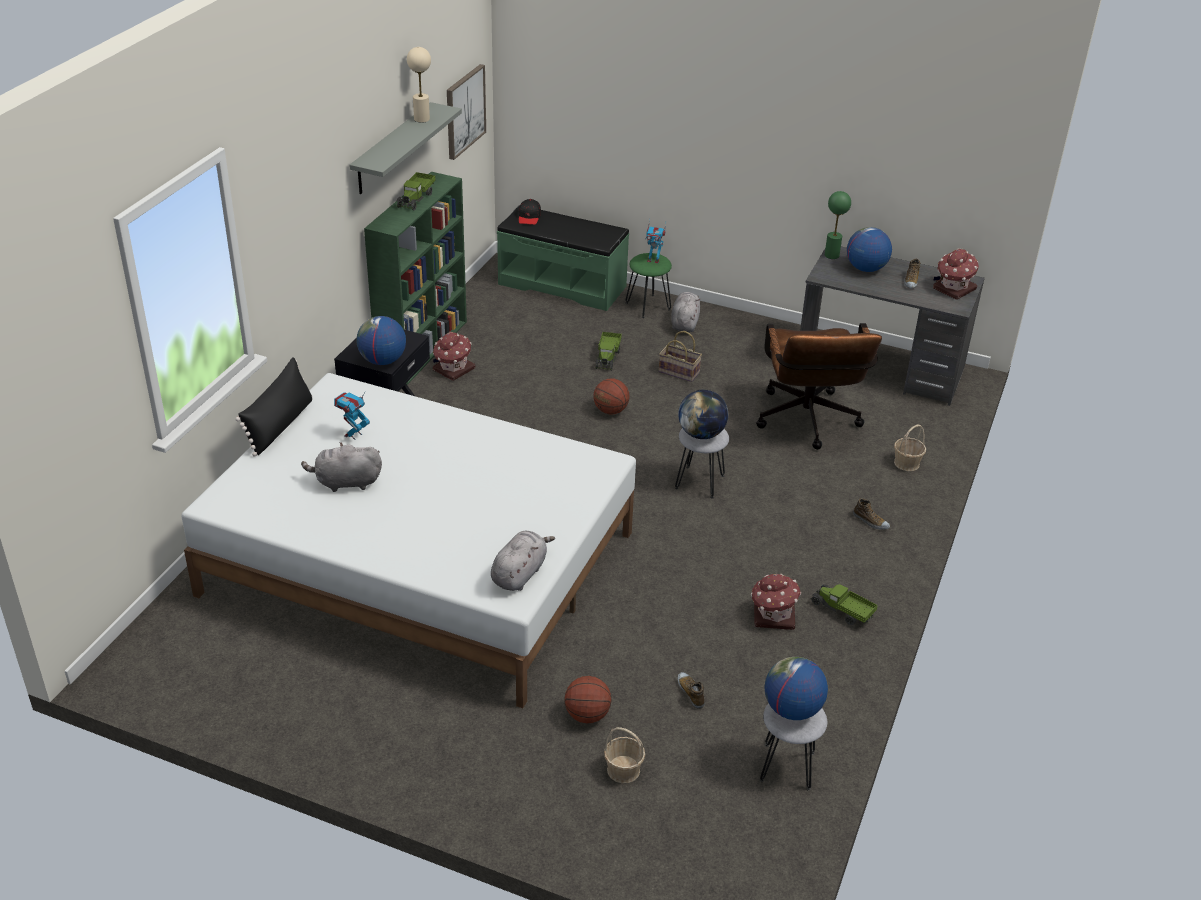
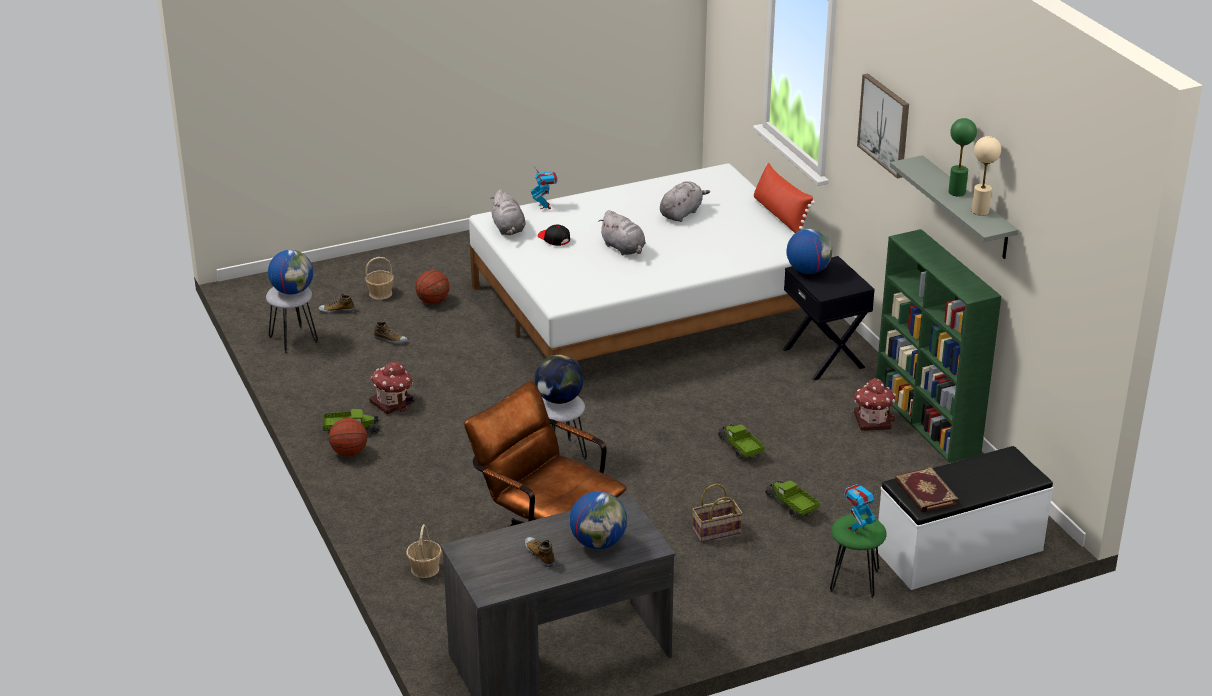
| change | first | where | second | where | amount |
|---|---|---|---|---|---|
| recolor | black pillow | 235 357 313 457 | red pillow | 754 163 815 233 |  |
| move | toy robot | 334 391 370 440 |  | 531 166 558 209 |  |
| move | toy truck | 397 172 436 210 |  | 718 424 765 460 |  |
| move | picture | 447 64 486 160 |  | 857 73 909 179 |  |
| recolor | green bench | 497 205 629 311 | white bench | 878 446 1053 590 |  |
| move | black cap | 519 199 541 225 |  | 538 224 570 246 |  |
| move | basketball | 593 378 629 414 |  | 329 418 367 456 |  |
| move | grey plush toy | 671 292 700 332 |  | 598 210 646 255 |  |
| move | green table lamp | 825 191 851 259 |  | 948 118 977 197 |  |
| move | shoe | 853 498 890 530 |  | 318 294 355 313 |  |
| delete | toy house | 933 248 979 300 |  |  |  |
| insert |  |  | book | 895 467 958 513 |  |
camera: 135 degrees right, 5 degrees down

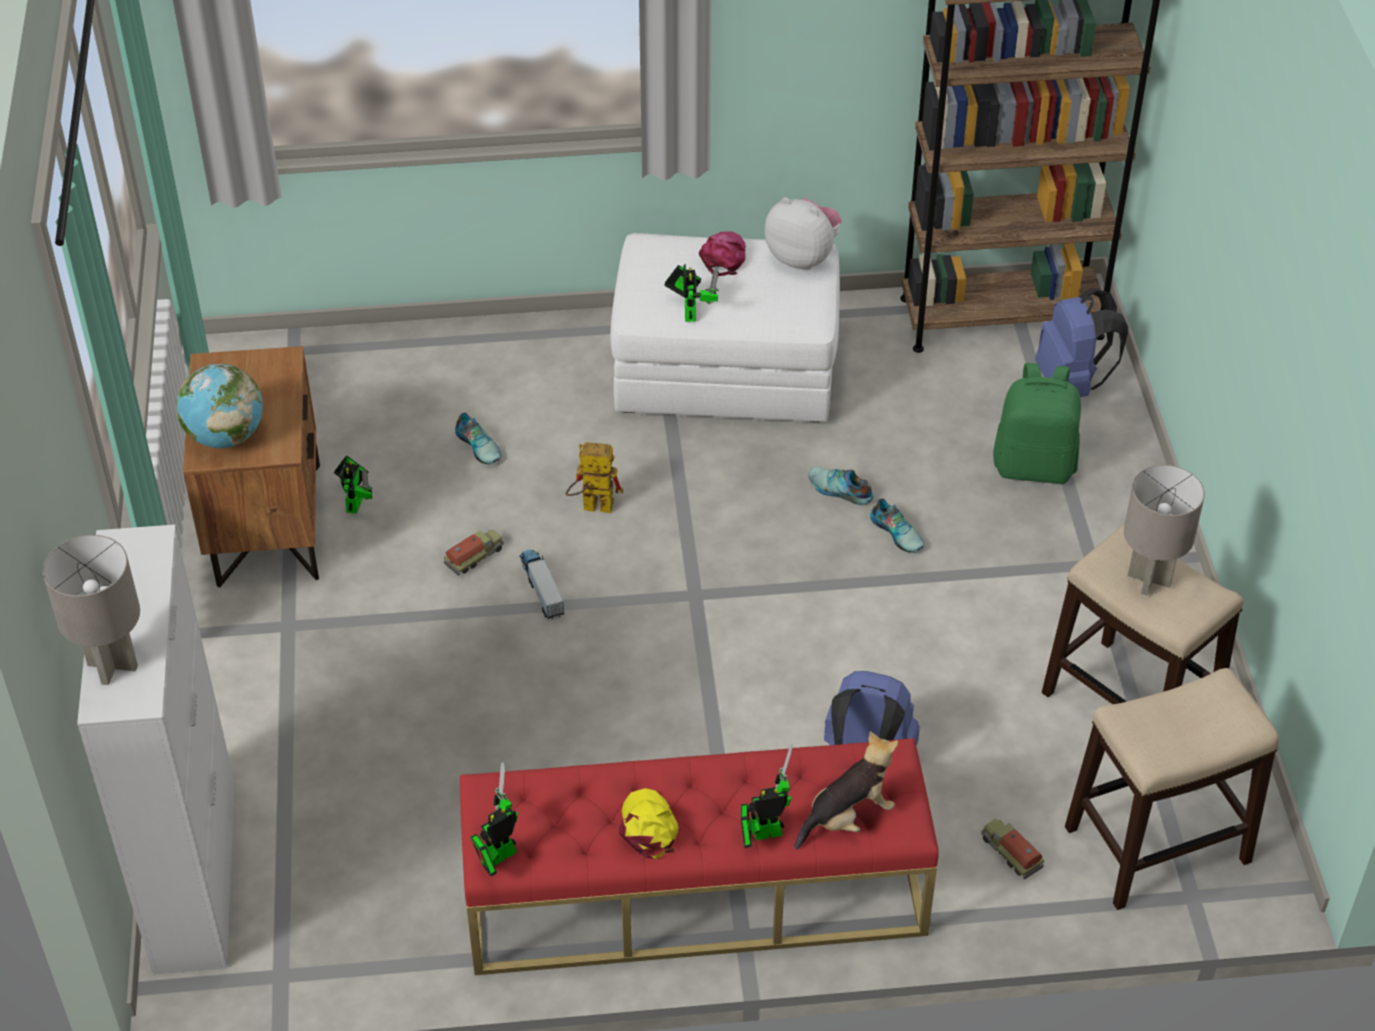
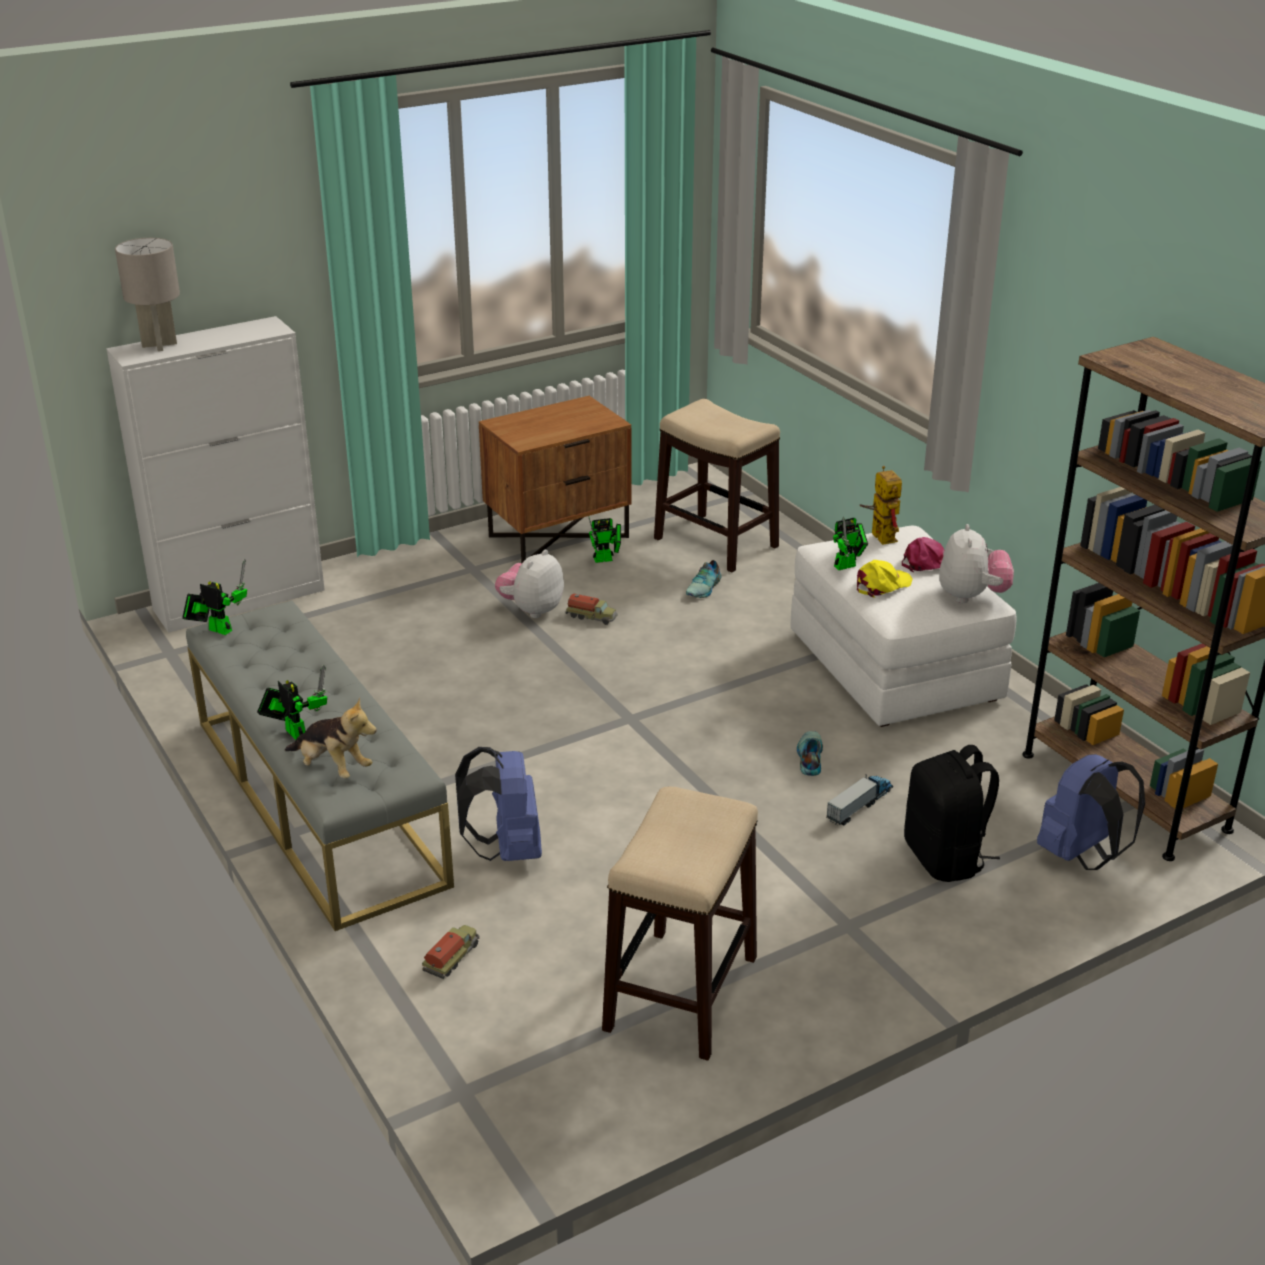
| change | first | where | second | where | amount |
|---|---|---|---|---|---|
| delete | globe | 177 364 263 448 |  |  |  |
| recolor | red bench | 460 738 939 975 | grey bench | 186 600 454 931 |  |
| move | toy truck | 520 549 564 620 |  | 827 774 893 825 |  |
| move | toy robot | 565 442 623 513 |  | 860 466 902 545 |  |
| move | yellow cap | 619 788 679 859 |  | 857 560 913 598 |  |
| delete | shoe | 870 498 924 552 |  |  |  |
| recolor | green backpack | 993 363 1081 484 | black backpack | 904 745 1000 882 |  |
| move | stool | 1065 668 1279 910 |  | 654 399 780 573 |  |
| delete | grey table lamp | 1124 465 1205 596 |  |  |  |
| insert |  |  | plush toy | 495 550 564 618 |  |
camera: 65 degrees right, 15 degrees down

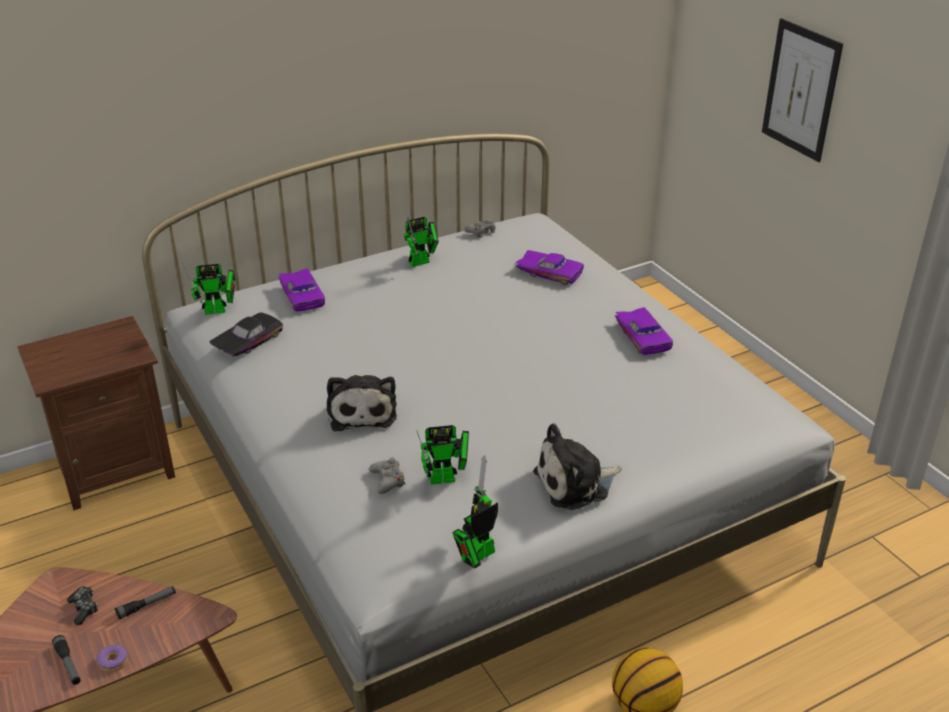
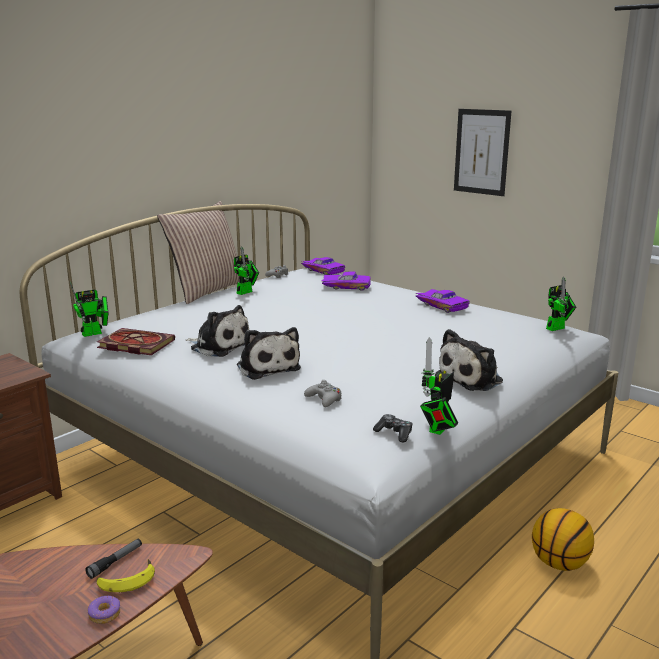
| change | first | where | second | where | amount |
|---|---|---|---|---|---|
| delete | flashlight | 52 635 81 685 |  |  |  |
| move | game controller | 67 586 98 625 |  | 373 414 413 443 |  |
| replace | black toy car | 209 313 283 356 | book | 97 328 175 355 |  |
| move | purple toy car | 278 268 325 311 |  | 301 257 345 275 |  |
| move | toy robot | 417 425 469 485 |  | 546 277 576 331 |  |
| insert |  |  | banana | 97 559 155 592 |  |
| insert |  |  | pillow | 157 201 240 304 |  |
| insert |  |  | plush toy | 186 305 249 357 |  |
camera: 20 degrees left, 15 degrees down

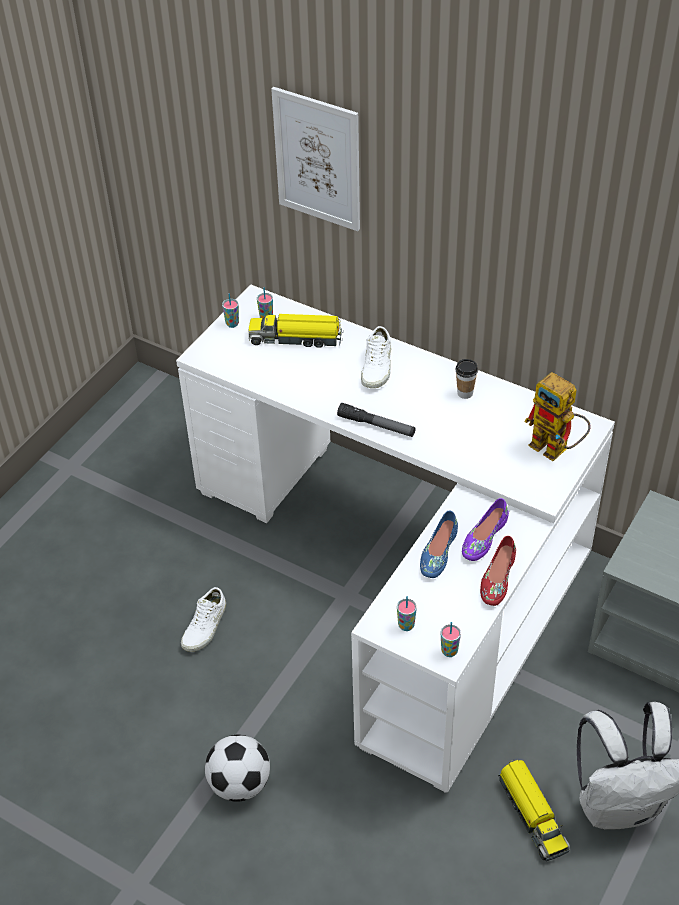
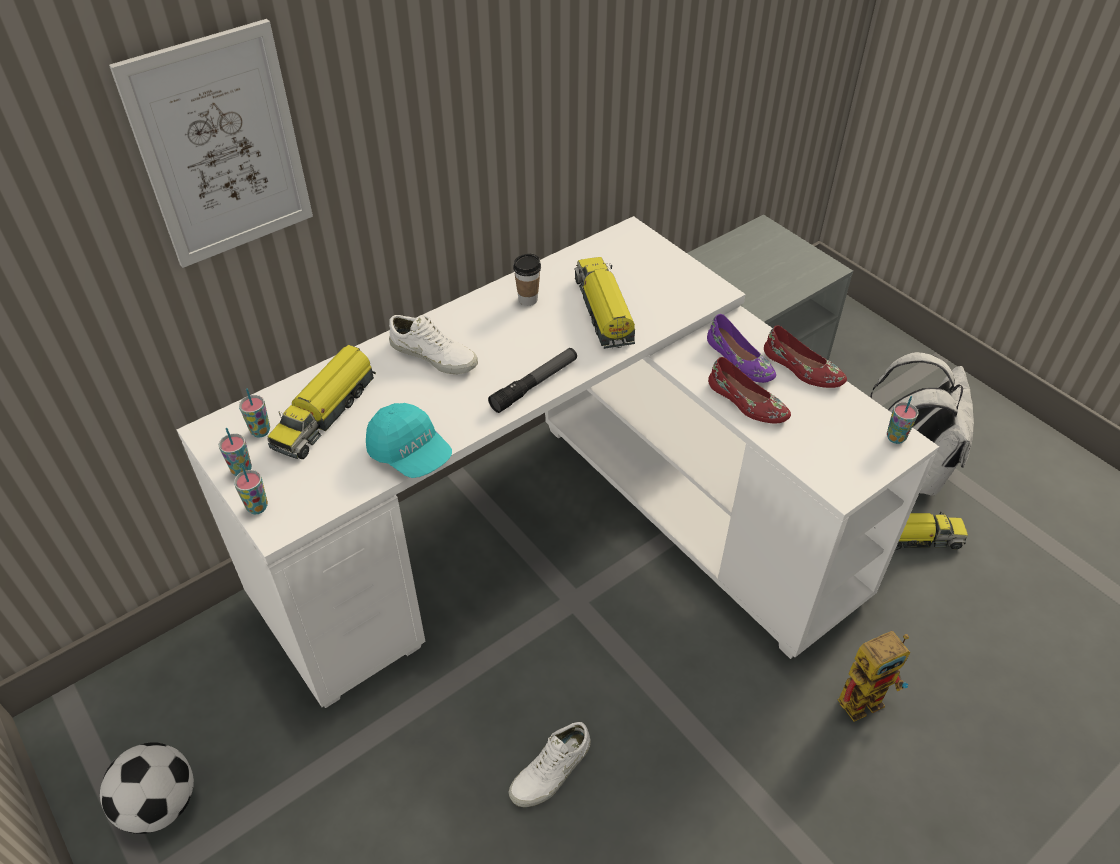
| change | first | where | second | where | amount |
|---|---|---|---|---|---|
| rotate | white shoe | 181 587 226 652 |  | 509 722 591 807 | 90 degrees clockwise |
| move | football | 205 735 270 802 |  | 100 742 194 834 |  |
| move | cup | 397 596 417 631 |  | 234 465 268 514 |  |
| recolor | blue shoe | 420 511 458 578 | red shoe | 708 357 791 423 |  |
| move | toy robot | 524 372 591 461 |  | 838 631 910 722 |  |
| insert |  |  | turquoise cap | 366 403 452 478 |  |
| insert |  |  | toy truck | 574 257 635 349 |  |
camera: 70 degrees left, 0 degrees up

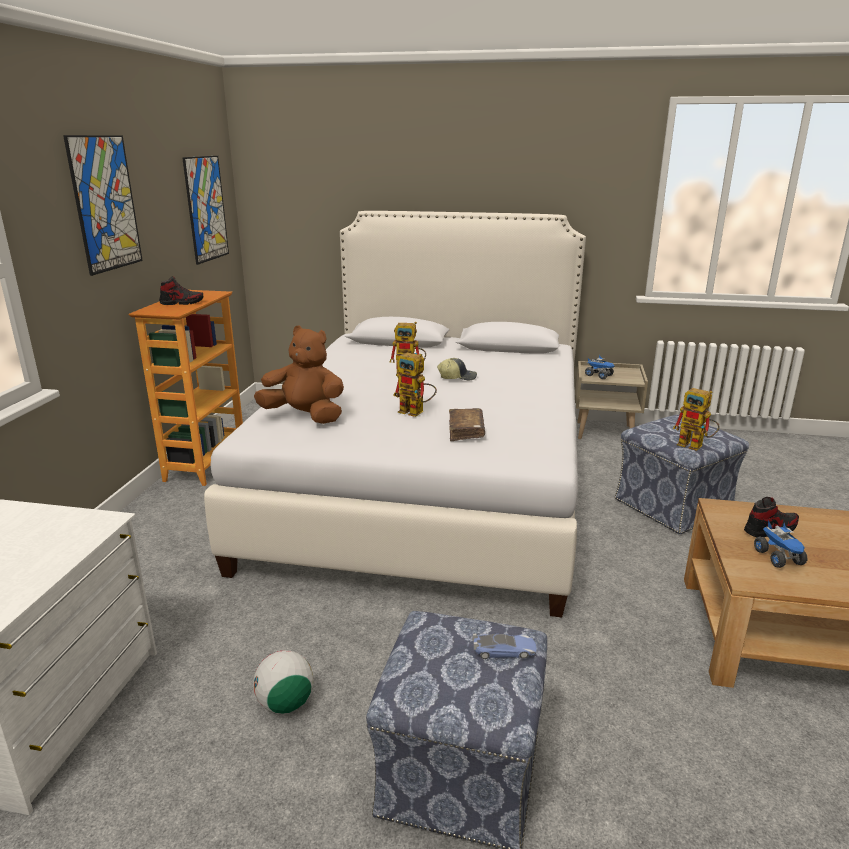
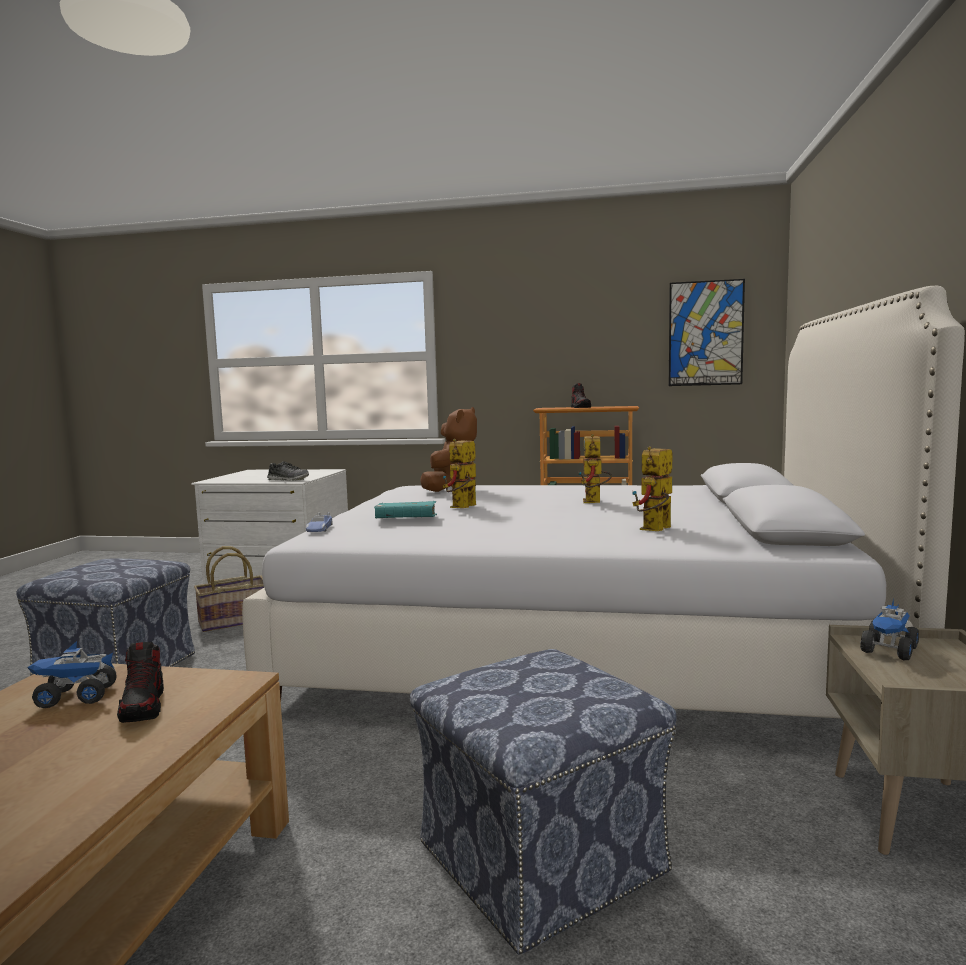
| change | first | where | second | where | amount |
|---|---|---|---|---|---|
| delete | picture | 63 135 143 276 |  |  |  |
| replace | football | 253 650 314 714 | basket | 194 546 264 632 |  |
| delete | cap | 437 358 477 380 |  |  |  |
| recolor | brown book | 449 408 485 441 | turquoise book | 374 501 437 518 |  |
| move | toy car | 472 634 537 659 |  | 306 512 333 532 |  |
| move | toy robot | 673 388 720 451 |  | 632 446 672 531 |  |
| insert |  |  | shoe | 267 461 309 481 |  |
camera: 90 degrees right, 15 degrees down

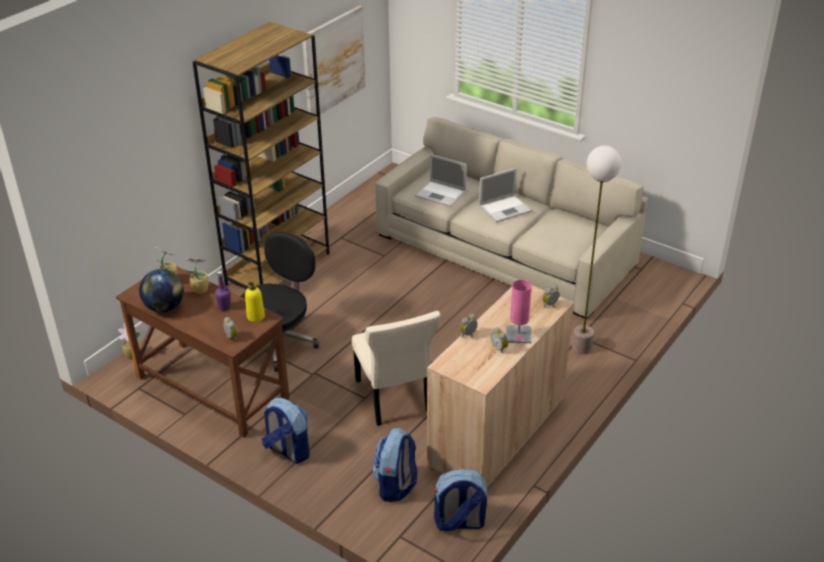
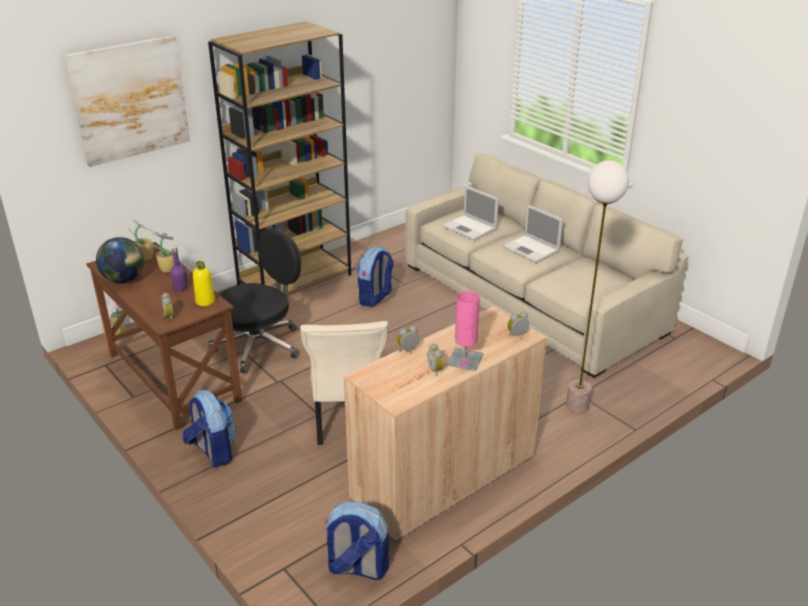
| change | first | where | second | where | amount |
|---|---|---|---|---|---|
| move | picture | 303 5 366 115 |  | 65 35 190 167 |  |
| move | backpack | 372 428 417 502 |  | 356 247 394 307 |  |
| rotate | laptop | 479 168 532 222 |  | 502 205 563 263 | 60 degrees clockwise |
camera: 15 degrees right, 5 degrees down

